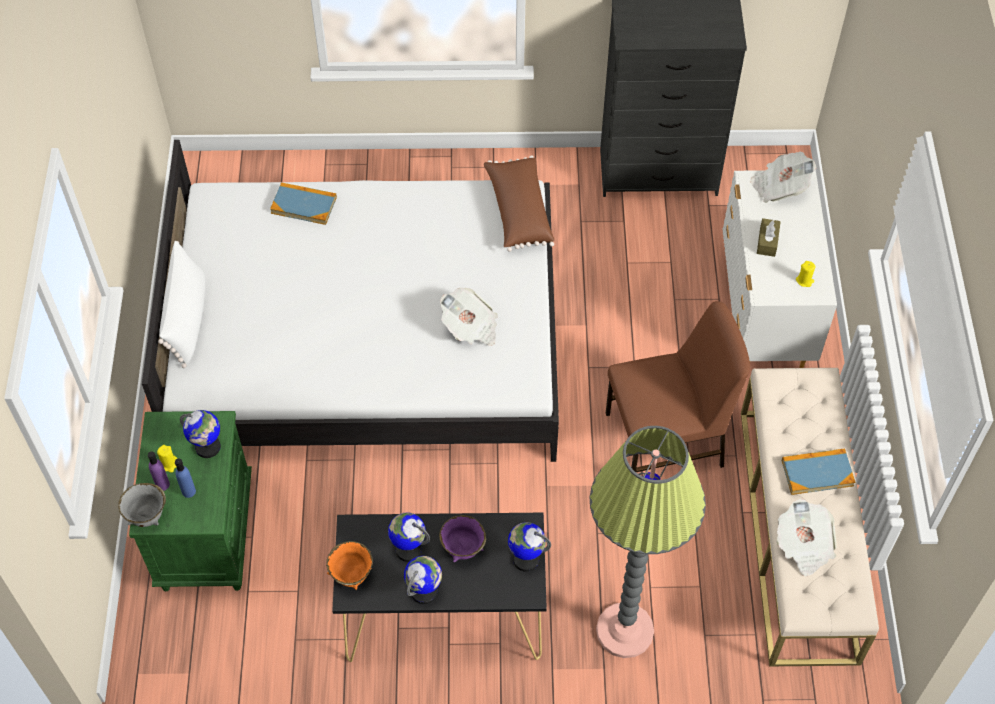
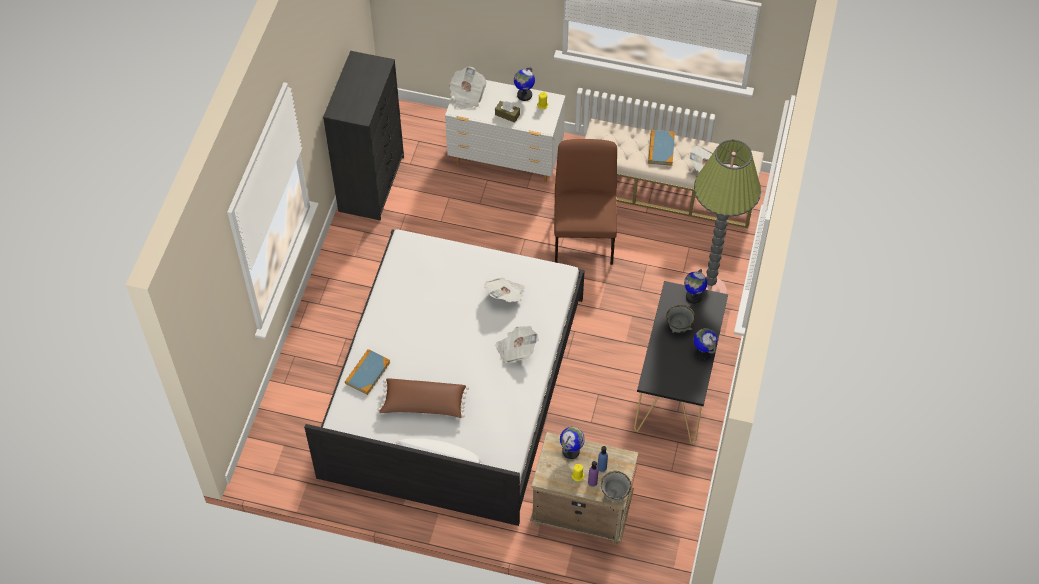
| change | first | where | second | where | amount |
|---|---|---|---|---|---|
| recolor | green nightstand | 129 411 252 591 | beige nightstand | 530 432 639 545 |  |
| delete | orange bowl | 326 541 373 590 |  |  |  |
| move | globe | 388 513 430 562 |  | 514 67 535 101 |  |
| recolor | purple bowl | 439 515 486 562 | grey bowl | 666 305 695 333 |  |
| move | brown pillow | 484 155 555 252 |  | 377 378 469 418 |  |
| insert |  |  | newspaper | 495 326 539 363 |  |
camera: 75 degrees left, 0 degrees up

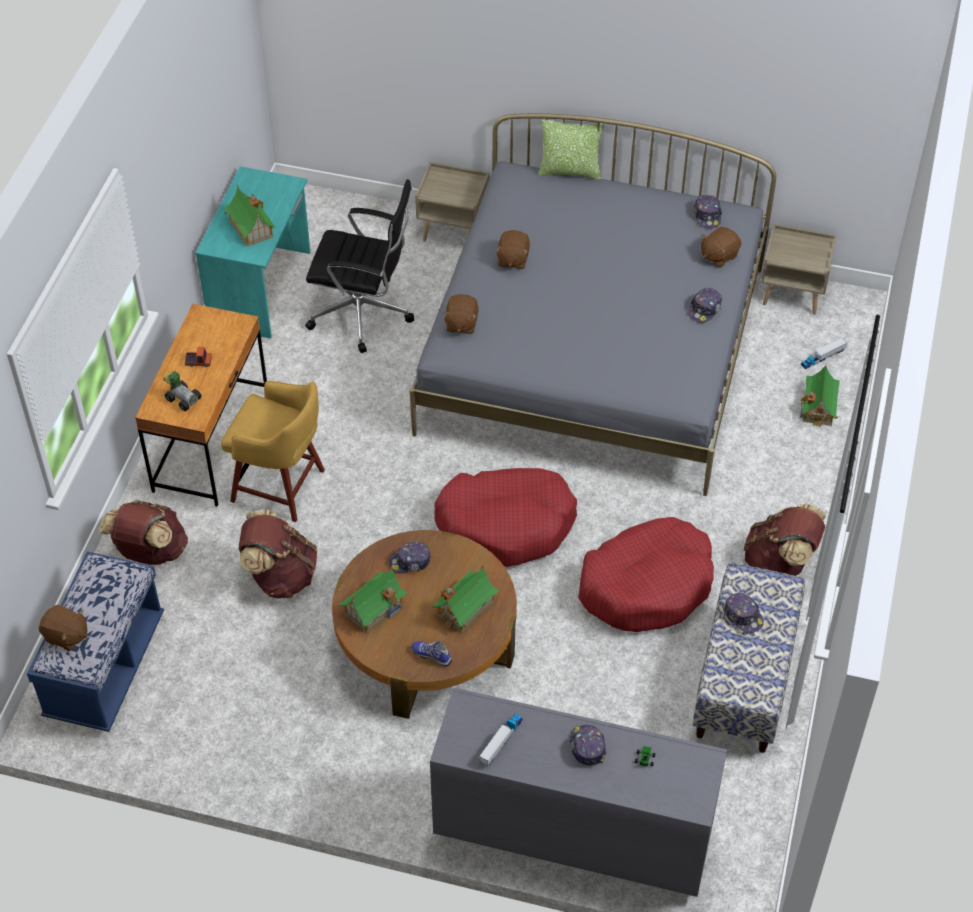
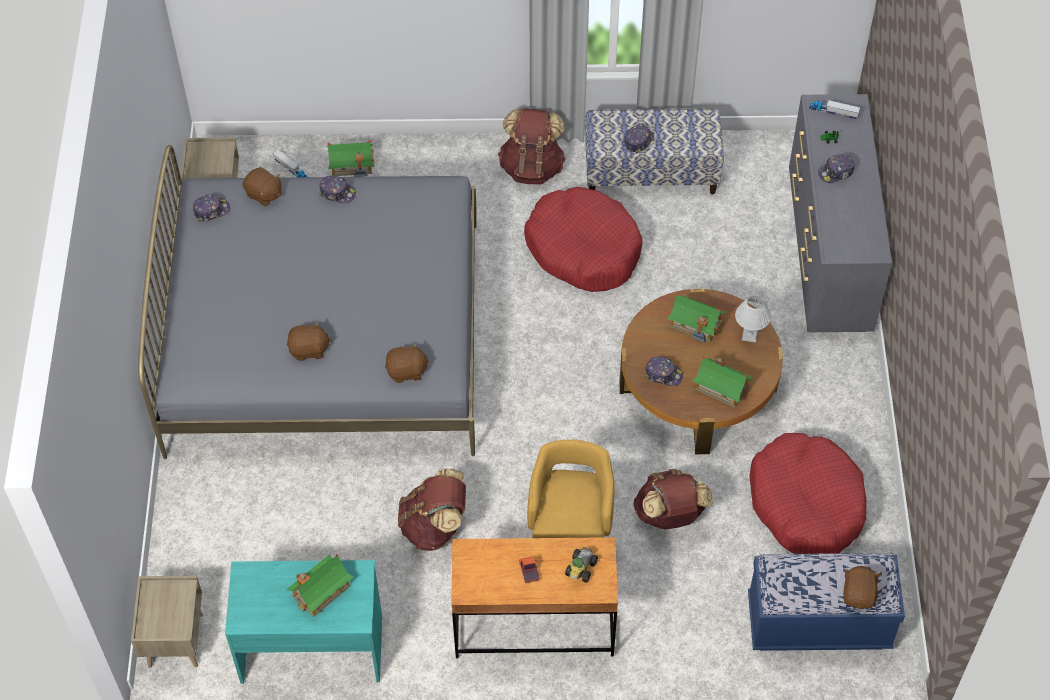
| change | first | where | second | where | amount |
|---|---|---|---|---|---|
| move | brown backpack | 99 500 188 565 |  | 398 469 466 551 |  |
| delete | black office chair | 305 179 414 353 |  |  |  |
| rotate | cap | 389 542 431 573 |  | 645 357 683 386 | 45 degrees counterclockwise |
| replace | shoe | 412 641 452 666 | white table lamp | 735 295 771 343 |  |
| move | beige nightstand | 415 162 489 242 |  | 131 576 203 668 |  |
| move | red dog bed | 434 468 577 567 |  | 749 433 866 554 |  |
| move | toy truck | 479 714 523 767 |  | 810 100 860 119 |  |
| delete | pillow | 538 119 604 180 |  |  |  |
camera: 105 degrees left, 5 degrees up

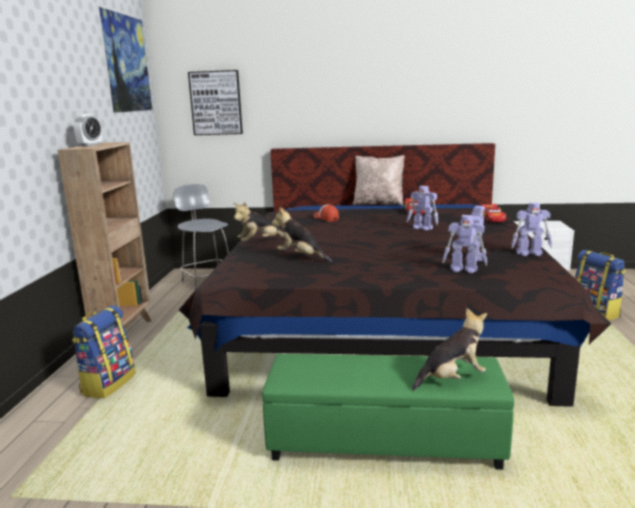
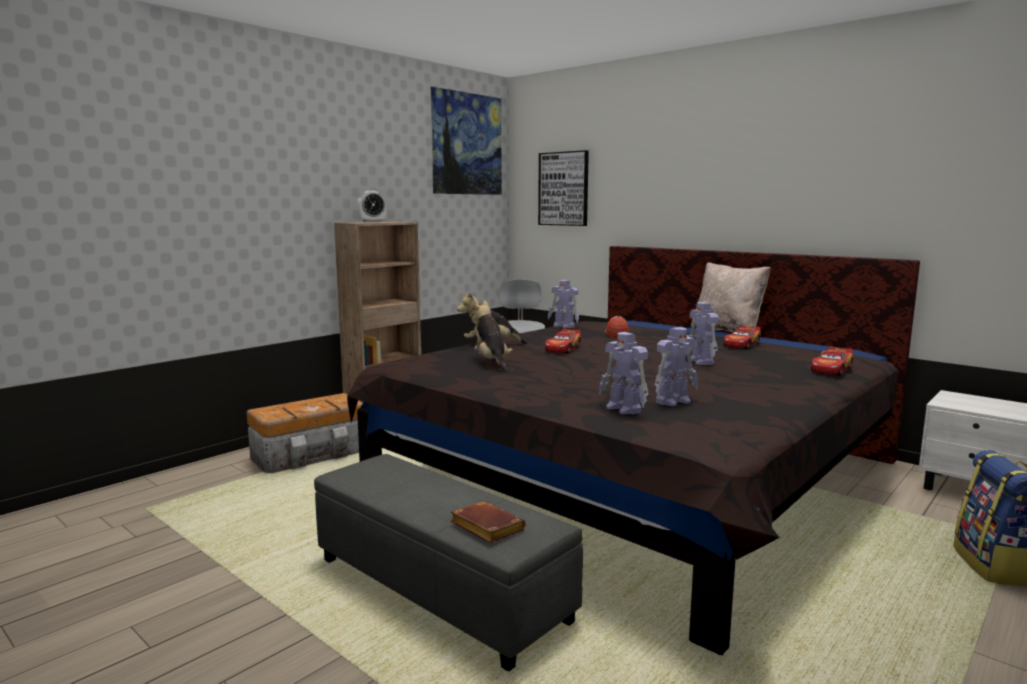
| change | first | where | second | where | amount |
|---|---|---|---|---|---|
| replace | backpack | 72 305 136 398 | storage box | 247 393 363 473 |  |
| recolor | green ottoman | 262 354 514 470 | grey ottoman | 314 454 583 672 |  |
| replace | plush toy | 412 308 487 391 | brown book | 450 501 526 543 |  |
| move | toy robot | 511 203 552 256 |  | 548 280 579 328 |  |
| insert |  |  | toy car | 545 328 581 353 |  |
camera: 35 degrees right, 5 degrees down

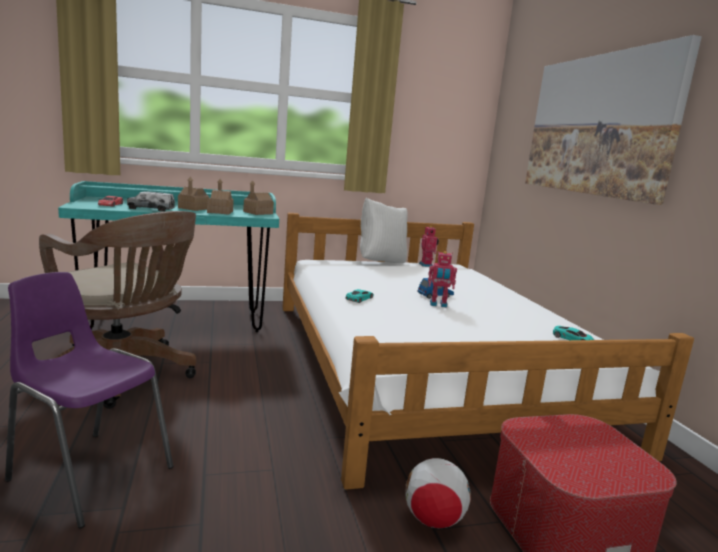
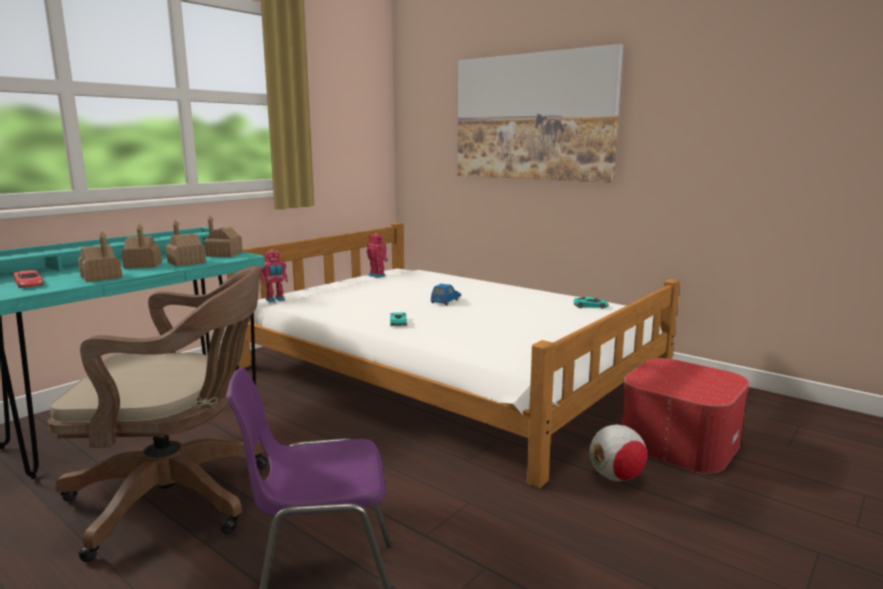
| change | first | where | second | where | amount |
|---|---|---|---|---|---|
| replace | toy truck | 127 191 175 212 | toy house | 78 231 122 282 |  |
| delete | white pillow | 360 198 407 263 |  |  |  |
| move | toy robot | 428 251 457 307 |  | 260 249 288 302 |  |
camera: 35 degrees left, 0 degrees up

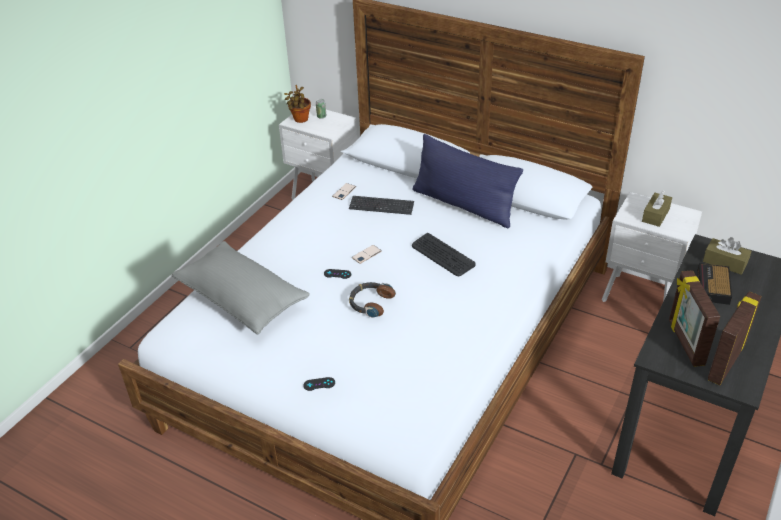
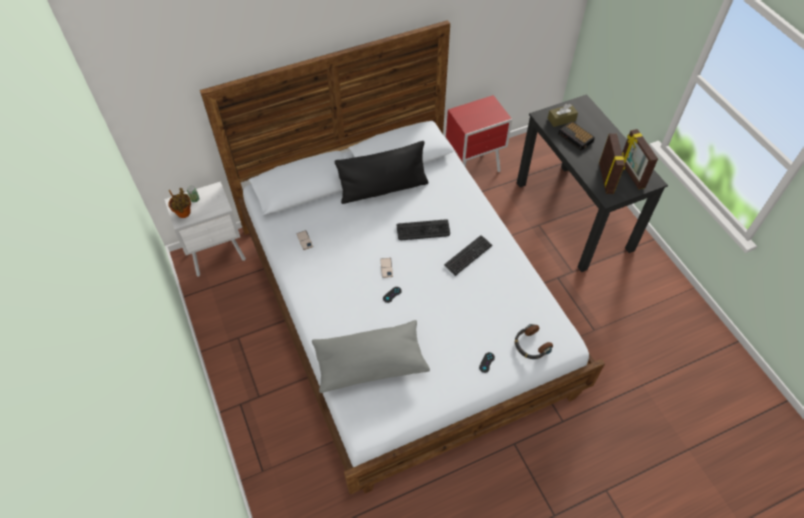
| change | first | where | second | where | amount |
|---|---|---|---|---|---|
| move | keyboard | 349 196 414 215 |  | 444 235 493 276 |  |
| move | headphones | 349 282 396 318 |  | 515 324 553 359 |  |
| recolor | blue pillow | 413 134 523 228 | black pillow | 335 141 428 204 |  |
| recolor | white nightstand | 602 192 702 302 | red nightstand | 446 95 512 172 |  |
| delete | brown tissue box | 642 191 672 227 |  |  |  |
| rotate | picture frame | 669 270 720 367 |  | 599 133 625 194 | 120 degrees counterclockwise |
camera: 55 degrees left, 15 degrees up

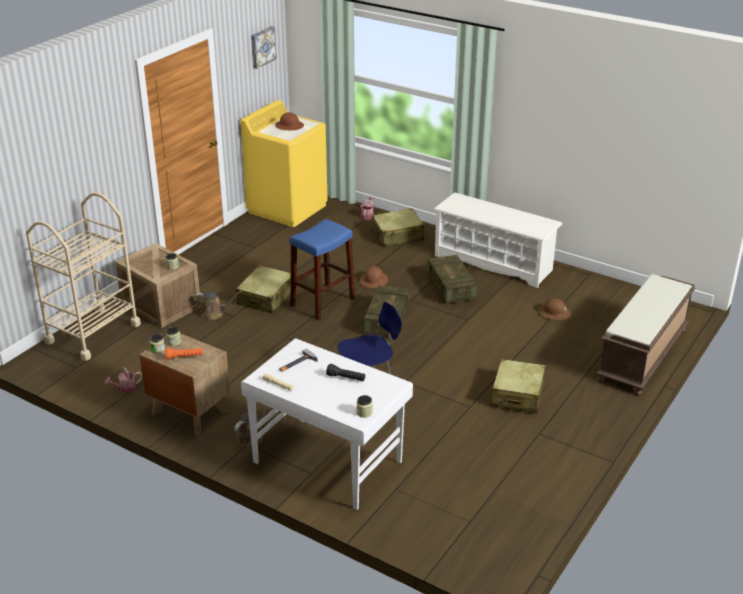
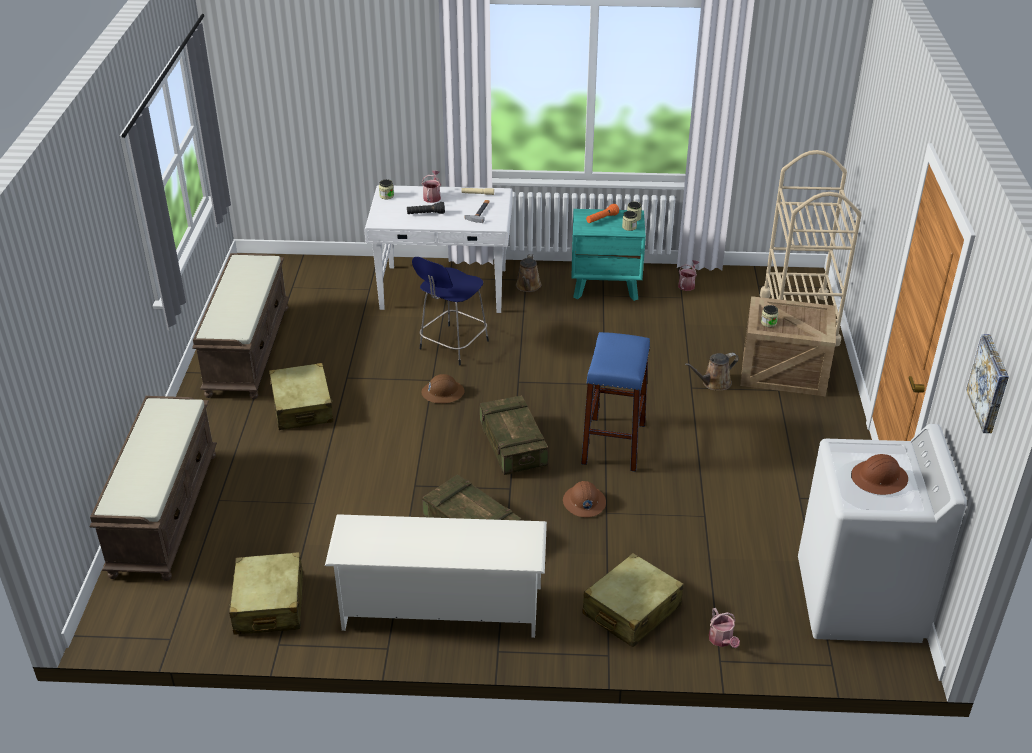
| change | first | where | second | where | amount |
|---|---|---|---|---|---|
| recolor | brown nightstand | 139 333 230 435 | turquoise nightstand | 571 209 646 301 |  |
| move | beige suitcase | 236 265 291 314 |  | 229 552 303 635 |  |
| recolor | yellow washing machine | 241 100 328 227 | white washing machine | 798 424 967 643 |  |
| move | brown hard hat | 538 298 571 320 |  | 421 374 464 403 |  |
| insert |  |  | brown bench | 192 253 289 399 |  |
| insert |  |  | watering can | 422 170 441 203 |  |
camera: 150 degrees right, 5 degrees up

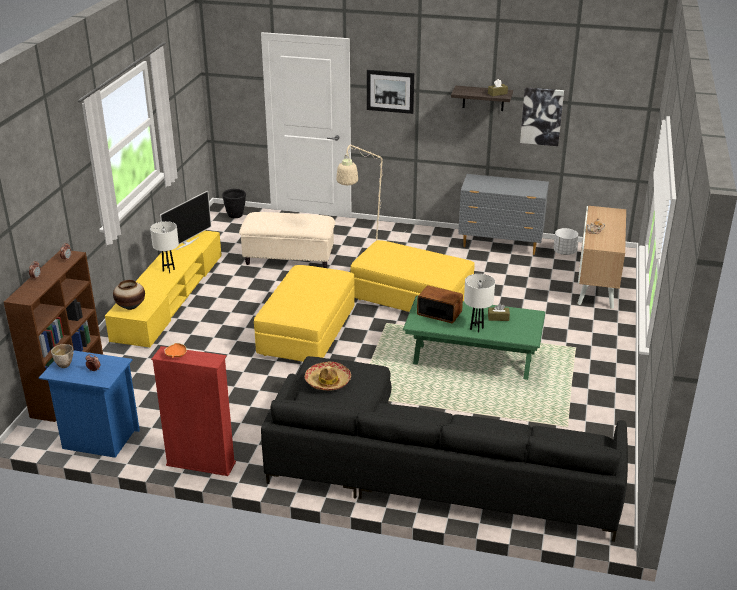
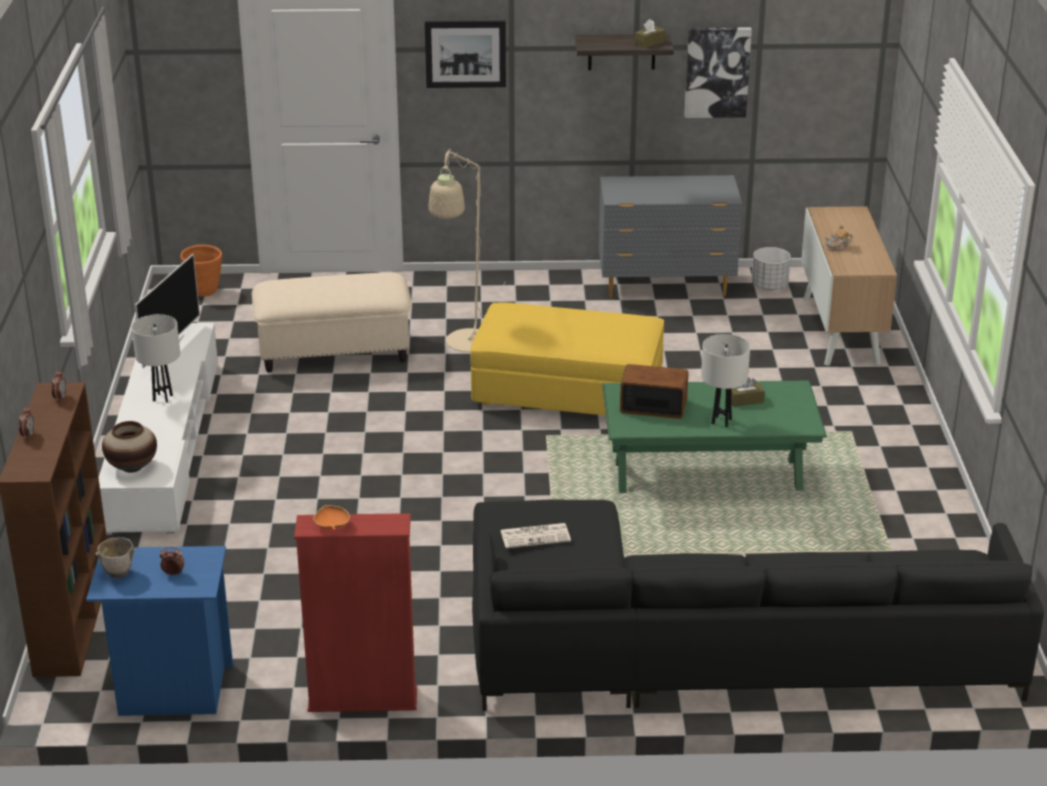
| change | first | where | second | where | amount |
|---|---|---|---|---|---|
| recolor | yellow tv stand | 105 231 222 349 | white tv stand | 98 323 218 535 |  |
| recolor | black planter | 222 189 246 218 | orange planter | 181 245 222 296 |  |
| delete | yellow ottoman | 254 265 355 362 |  |  |  |
| replace | hat | 305 362 351 390 | newspaper | 500 523 571 548 |  |
camera: 15 degrees left, 0 degrees up

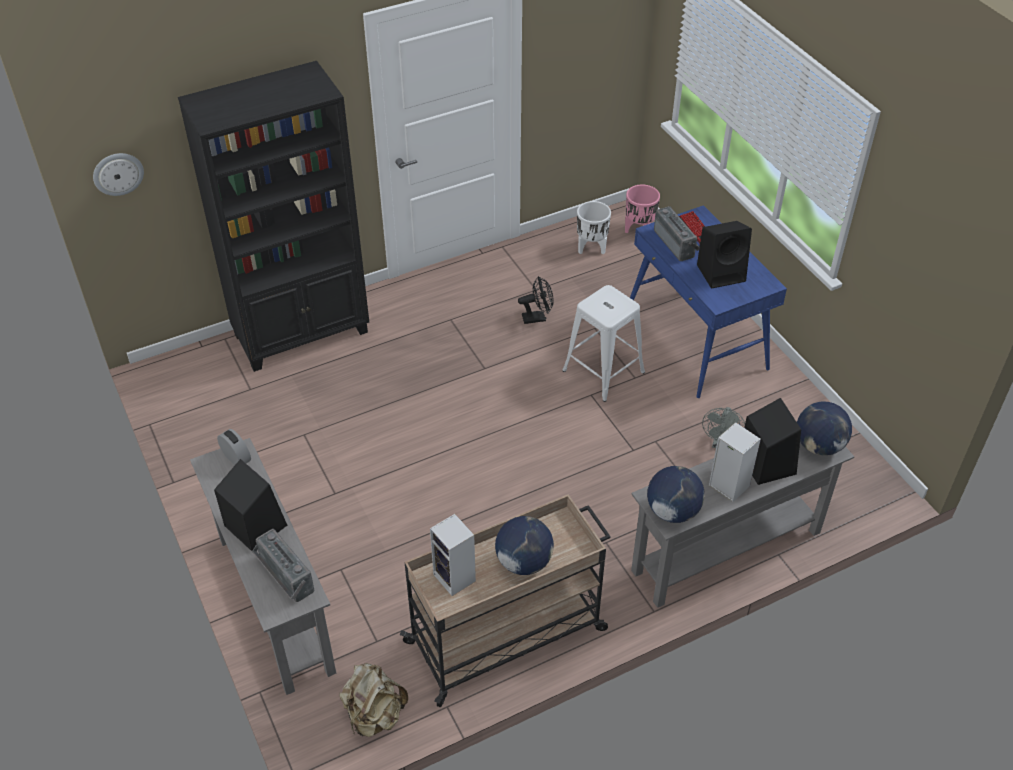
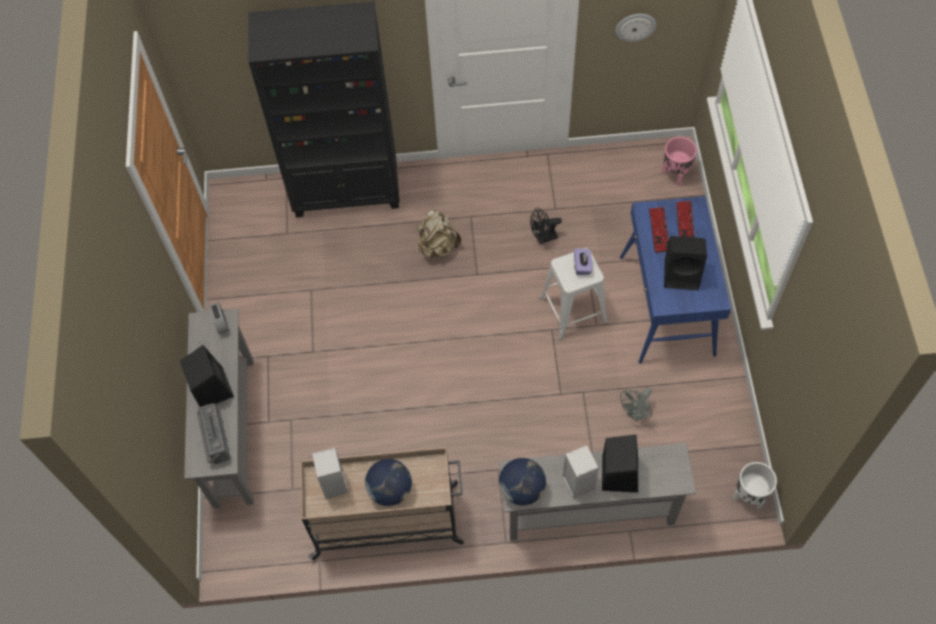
| change | first | where | second | where | amount |
|---|---|---|---|---|---|
| move | wall clock | 93 153 144 196 |  | 615 14 657 42 |  |
| move | beige backpack | 339 663 408 737 |  | 417 209 461 258 |  |
| rotate | black fan | 518 276 554 324 |  | 530 208 562 244 | 150 degrees clockwise |
| move | white planter | 577 201 611 254 |  | 733 462 777 509 |  |
| replace | radio | 654 206 700 261 | keyboard | 649 207 669 253 |  |
| delete | globe | 797 402 852 456 |  |  |  |
| insert |  |  | purple tissue box | 574 248 592 275 |  |
camera: 25 degrees right, 15 degrees up

